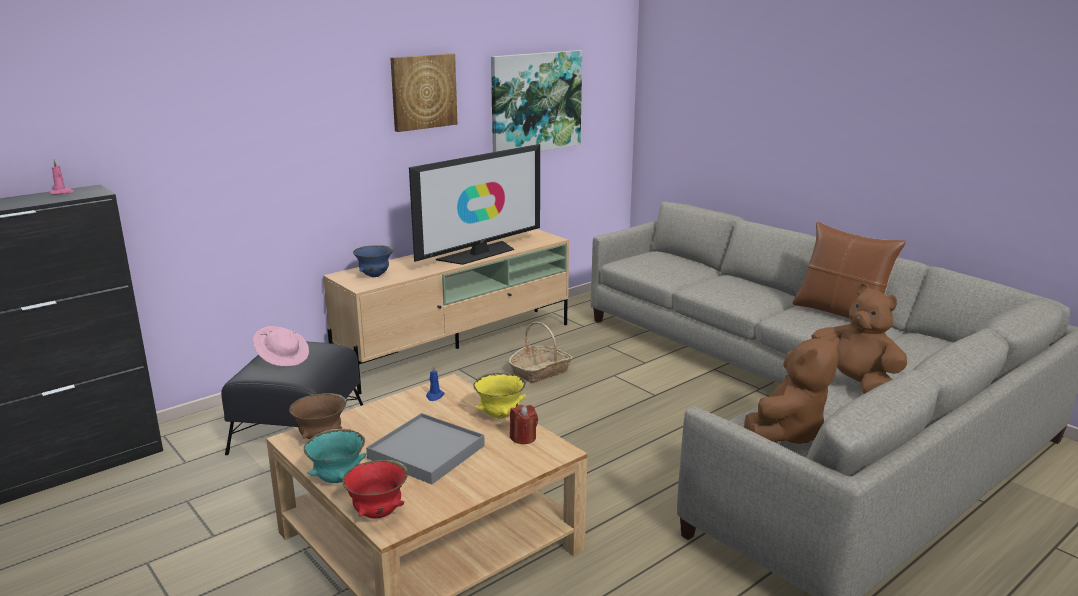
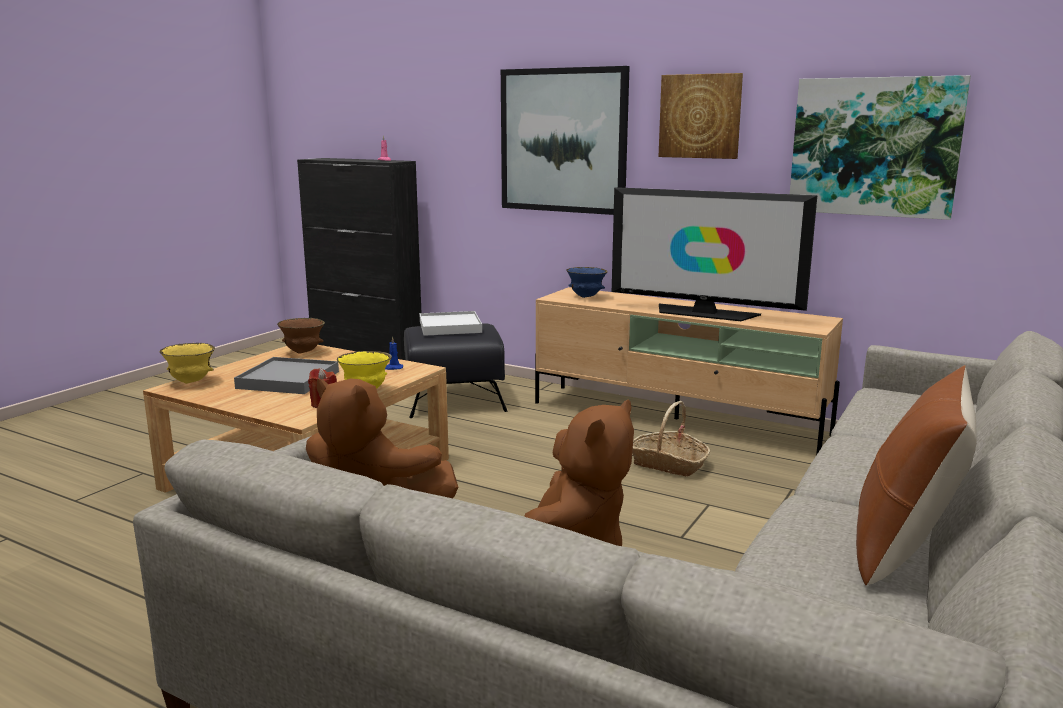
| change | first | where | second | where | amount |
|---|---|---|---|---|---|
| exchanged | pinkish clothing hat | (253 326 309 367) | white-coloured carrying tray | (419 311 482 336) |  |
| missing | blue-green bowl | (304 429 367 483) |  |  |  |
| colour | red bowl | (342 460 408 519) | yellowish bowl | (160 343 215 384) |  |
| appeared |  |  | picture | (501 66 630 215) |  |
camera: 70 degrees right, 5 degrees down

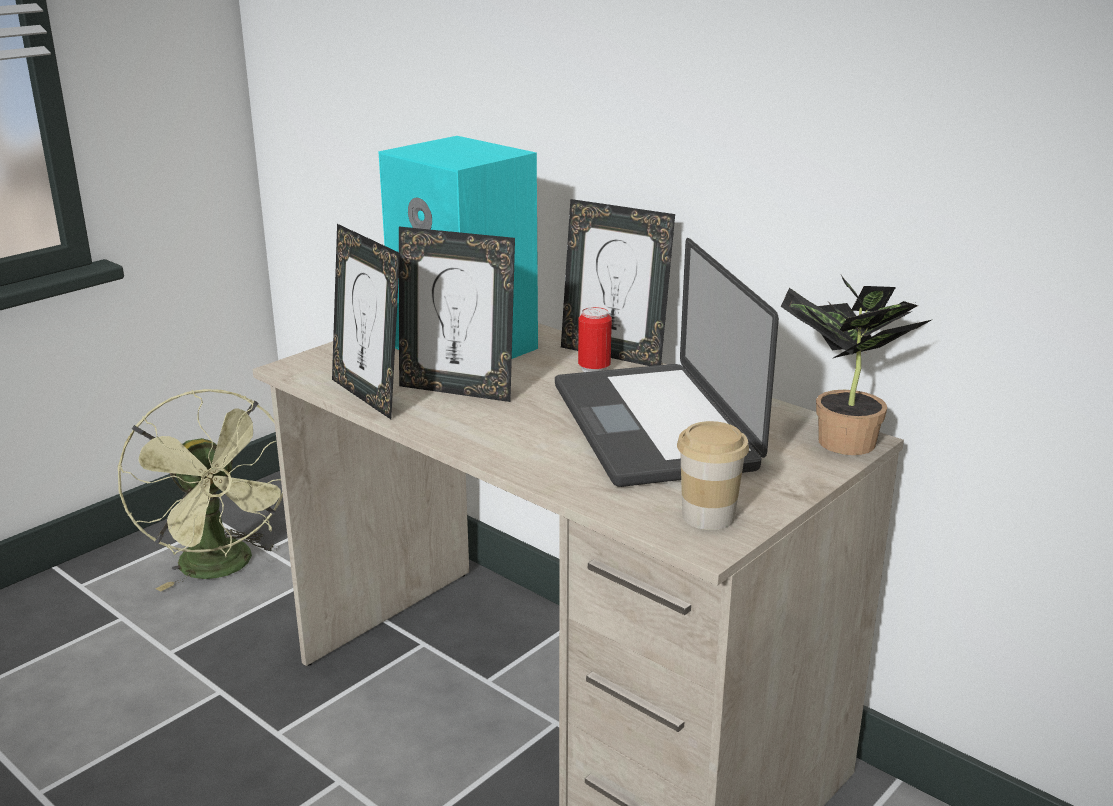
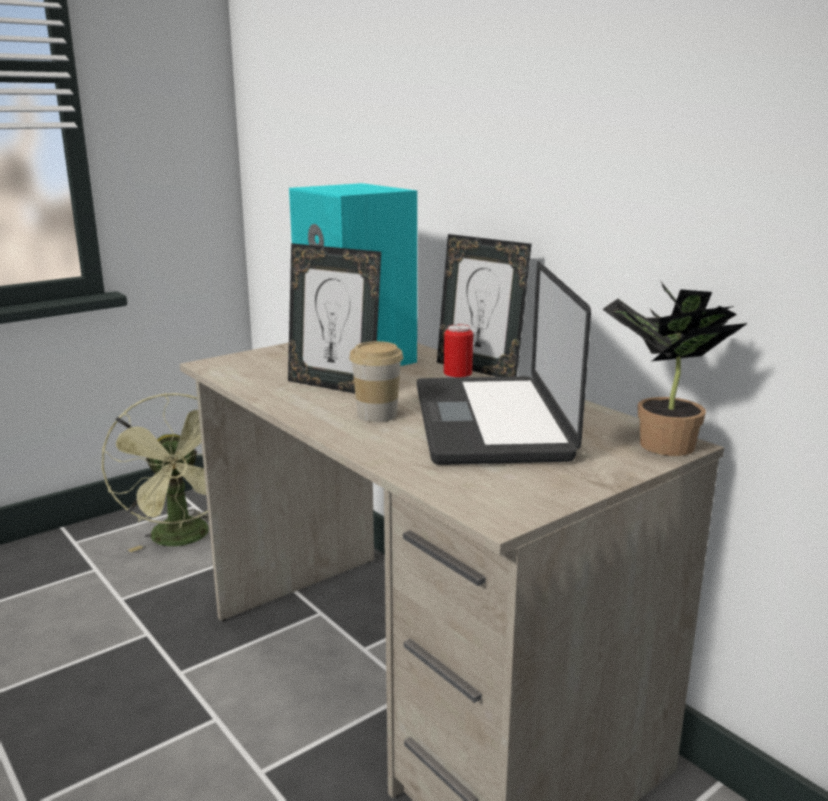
| change | first | where | second | where | amount |
|---|---|---|---|---|---|
| missing | standing frame | (332 224 400 419) |  |  |  |
| relocated | cup | (677 421 749 530) |  | (349 341 403 422) |  |
camera: 10 degrees right, 5 degrees down

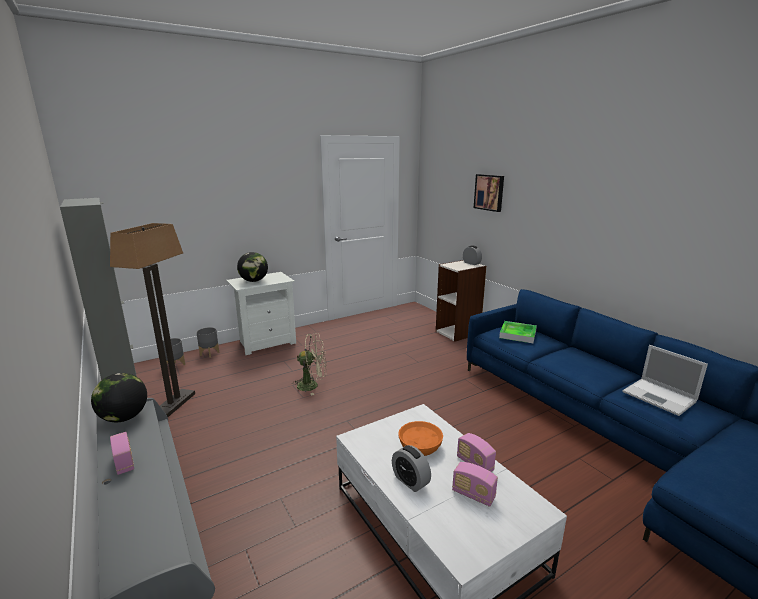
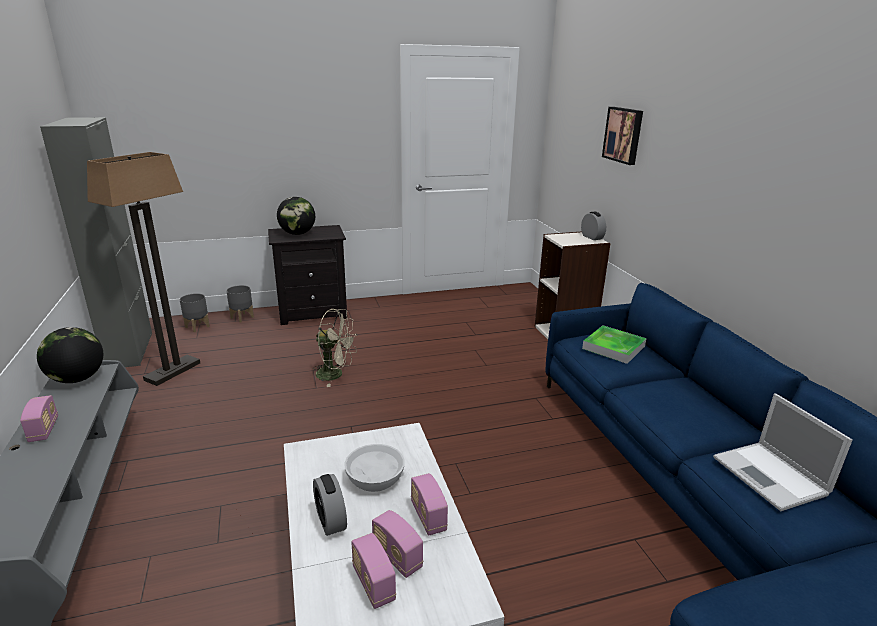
| change | first | where | second | where | amount |
|---|---|---|---|---|---|
| colour | white-coloured night table | (226 272 296 355) | black-coloured night table | (268 225 347 325) |  |
| colour | orangey bowl | (398 421 443 456) | white-coloured bowl | (344 444 405 492) |  |
| appeared |  |  | radio set | (351 533 396 609) |  |
camera: 15 degrees right, 5 degrees up

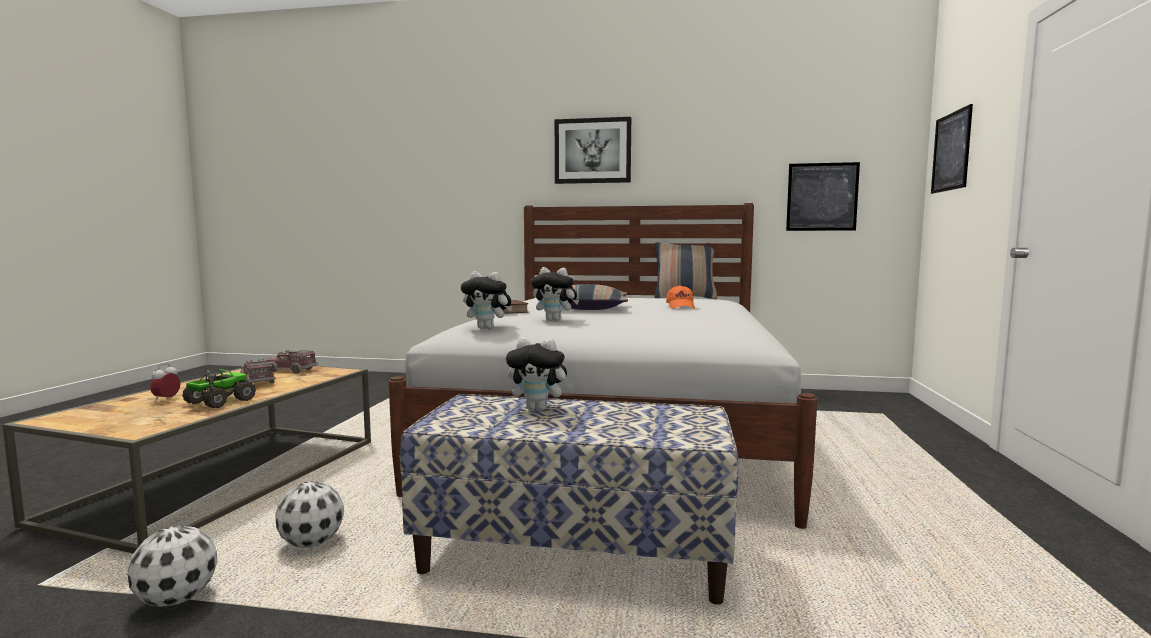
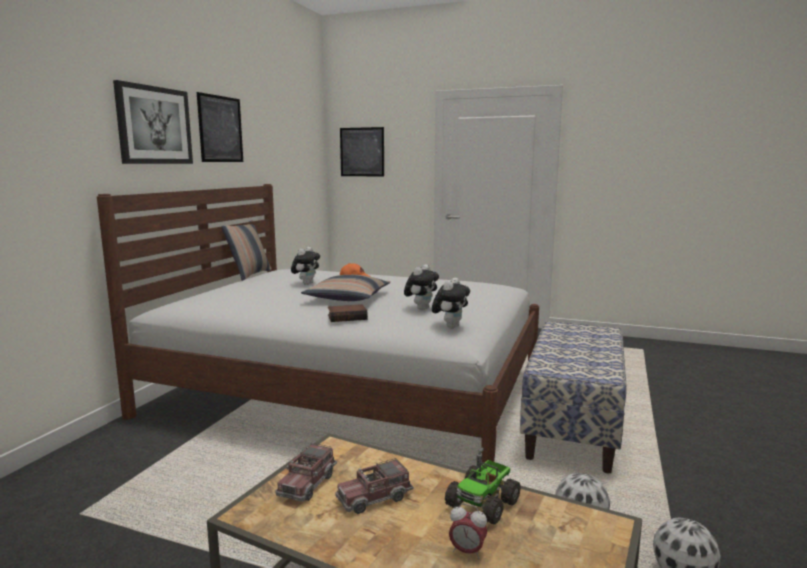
| change | first | where | second | where | amount |
|---|---|---|---|---|---|
| relocated | picture | (786 162 860 231) |  | (197 92 243 162) |  |
| relocated | cuddly toy | (506 337 573 411) |  | (291 247 320 285) |  |
| spun | toy truck | (182 369 256 408) |  | (445 448 521 525) | 90 degrees counterclockwise |
camera: 80 degrees left, 5 degrees up

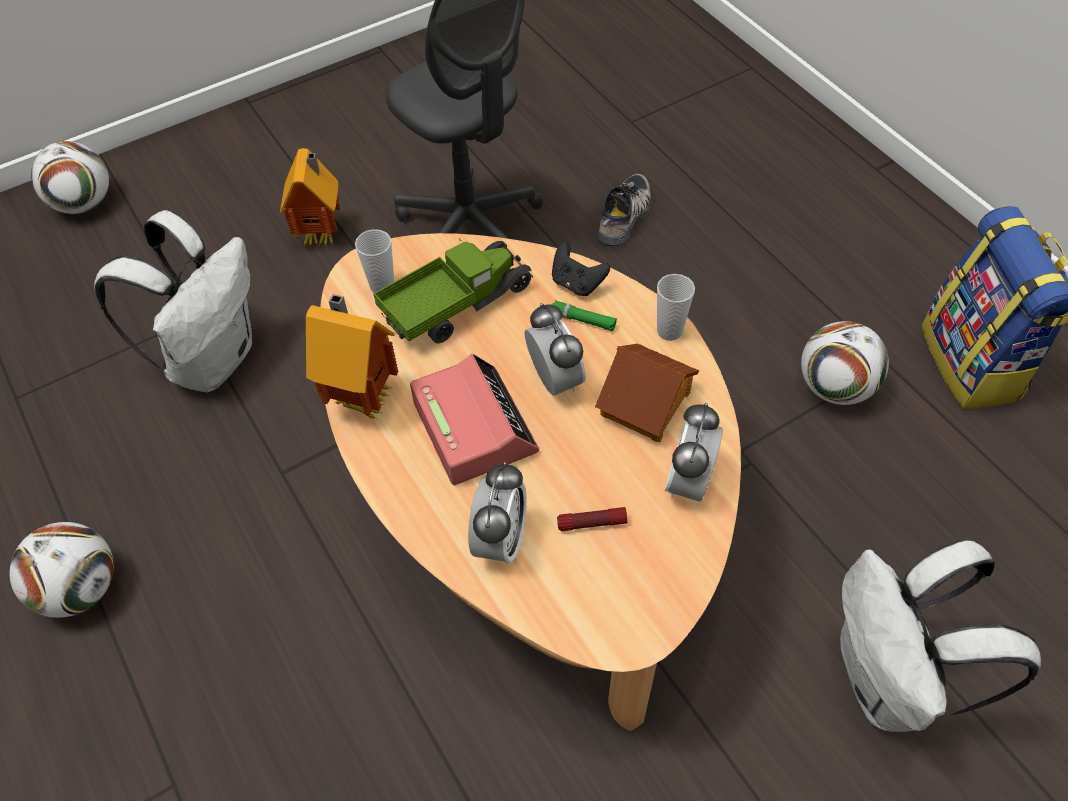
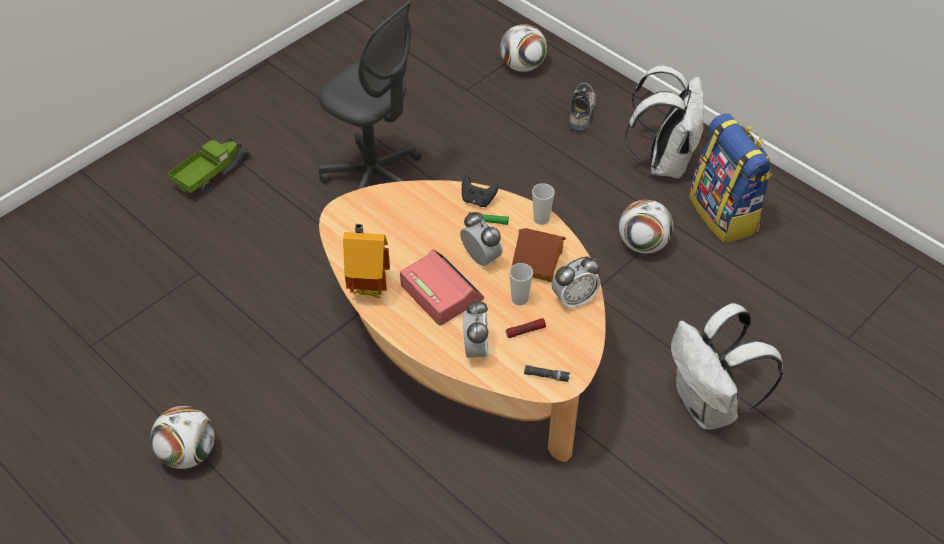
| change | first | where | second | where | amount |
|---|---|---|---|---|---|
| relocated | football ball | (31 141 109 214) |  | (500 24 547 72) |  |
| missing | toy house | (280 148 340 245) |  |  |  |
| relocated | low shoe | (597 174 651 246) |  | (568 83 596 132) |  |
| relocated | white-coloured backpack | (94 210 252 392) |  | (625 65 704 179) |  |
| relocated | cup | (355 229 394 293) |  | (509 263 533 306) |  |
| relocated | toy truck | (373 238 533 343) |  | (168 138 251 194) |  |
| spun | table clock | (665 403 723 502) |  | (552 257 600 310) | 120 degrees counterclockwise |
| appeared |  |  | black-coloured torch | (524 365 570 382) |  |
camera: 15 degrees left, 5 degrees down

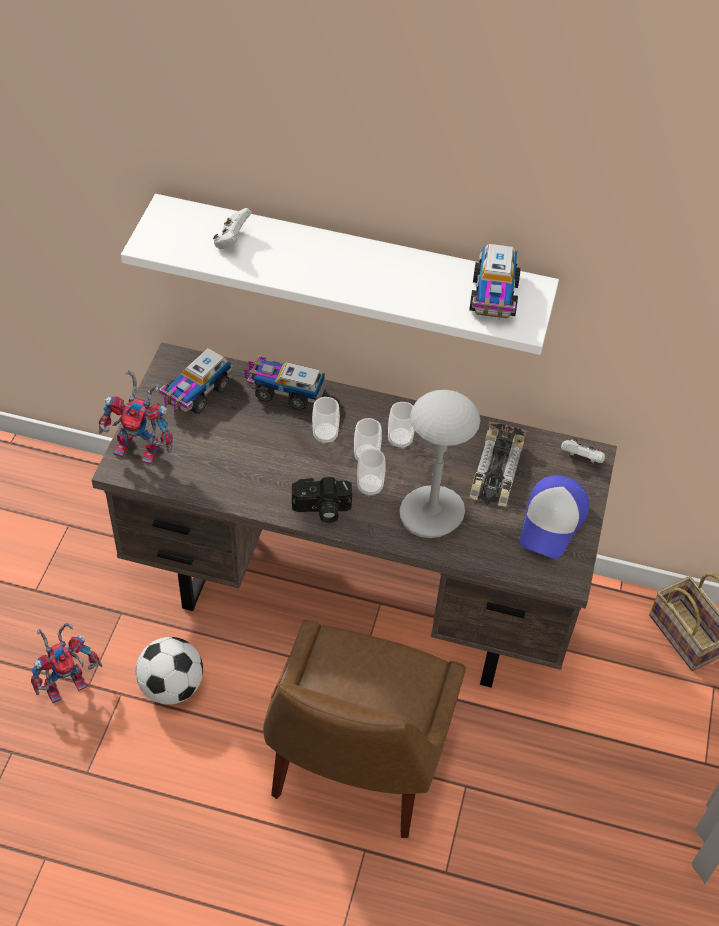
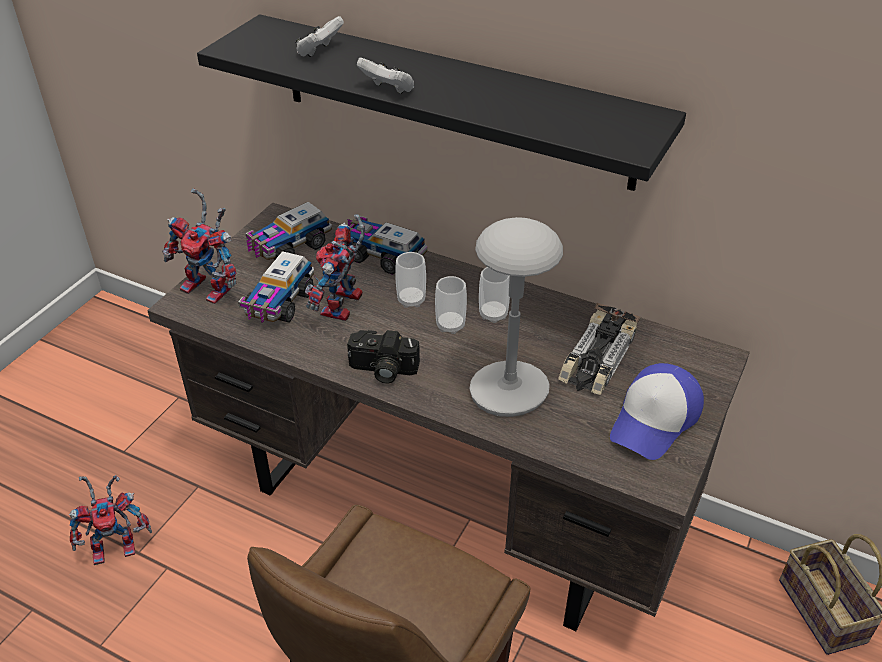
| change | first | where | second | where | amount |
|---|---|---|---|---|---|
| colour | white-coloured shelf | (121 194 559 355) | black-coloured shelf | (197 14 686 191) |  |
| relocated | toy truck | (469 244 521 318) |  | (238 251 314 323) |  |
| relocated | white-coloured game controller | (561 438 605 463) |  | (356 57 414 94) |  |
| missing | cup | (357 449 386 496) |  |  |  |
| missing | football ball | (136 637 203 705) |  |  |  |
| appeared |  |  | robot figure | (305 215 365 321) |  |
camera: 15 degrees right, 10 degrees down

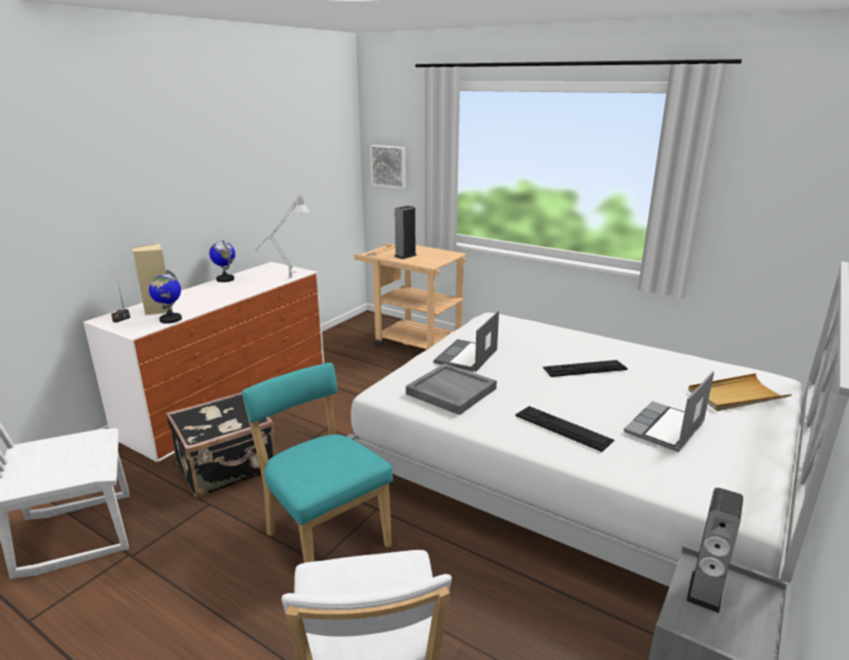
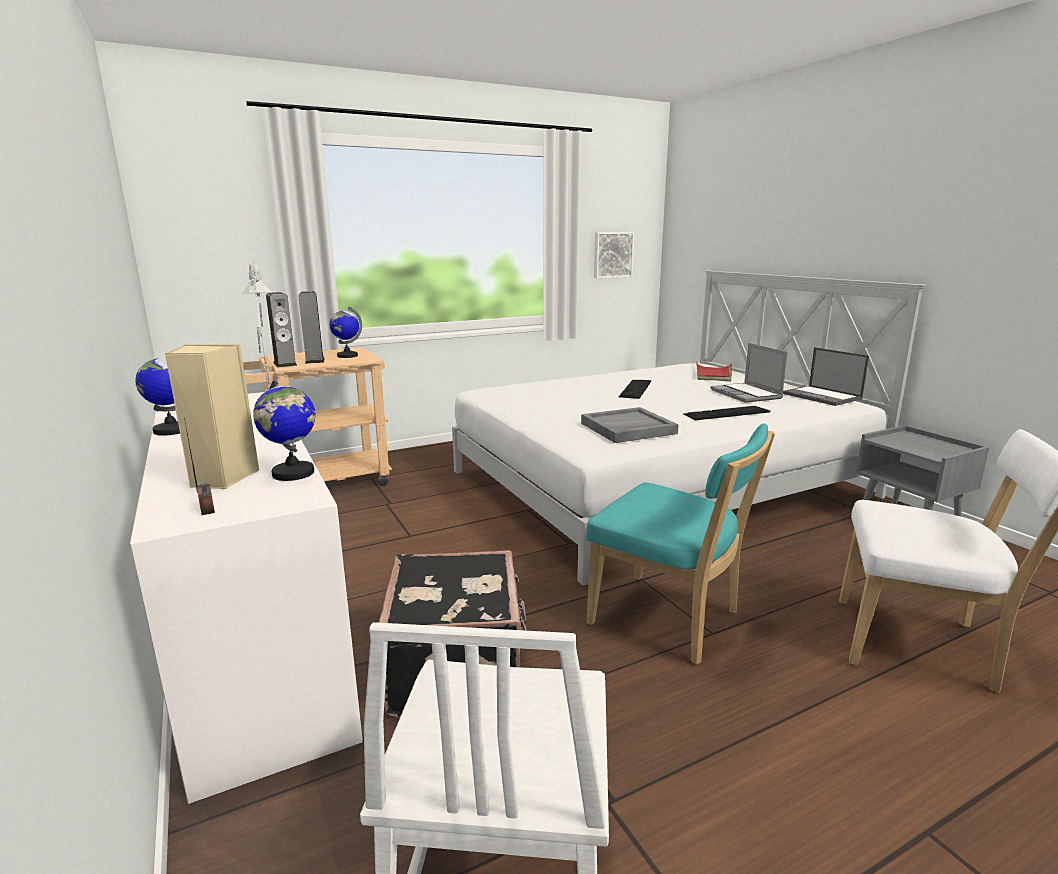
| change | first | where | second | where | amount |
|---|---|---|---|---|---|
| relocated | picture | (370 145 406 189) |  | (594 232 634 278) |  |
| relocated | laptop | (434 311 499 372) |  | (783 347 869 406) |  |
| spun | blue-green chair | (242 363 393 563) |  | (586 423 775 665) | 135 degrees counterclockwise |
| colour | sand-coloured carrying tray | (688 373 792 411) | red carrying tray | (696 361 732 381) |  |
| relocated | speaker | (687 488 743 613) |  | (266 292 297 367) |  |
| appeared |  |  | globe | (329 307 362 358) |  |
camera: 60 degrees left, 5 degrees down

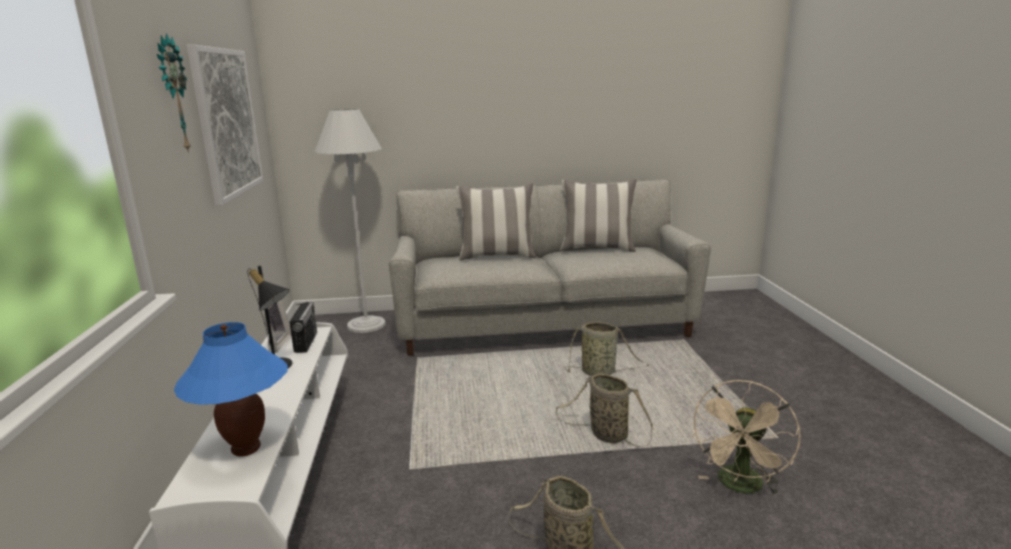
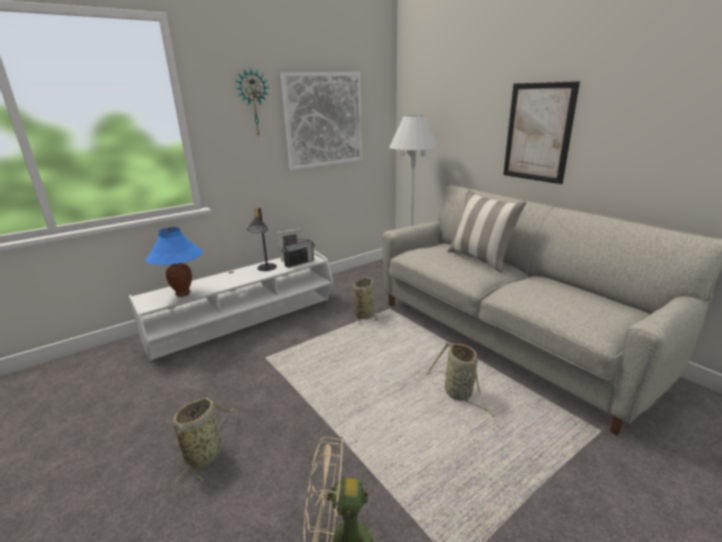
| change | first | where | second | where | amount |
|---|---|---|---|---|---|
| missing | pillow | (560 179 637 252) |  |  |  |
| relocated | storage basket | (556 374 653 447) |  | (353 278 379 324) |  |
| appeared |  |  | picture | (503 81 580 184) |  |
camera: 60 degrees right, 5 degrees up

